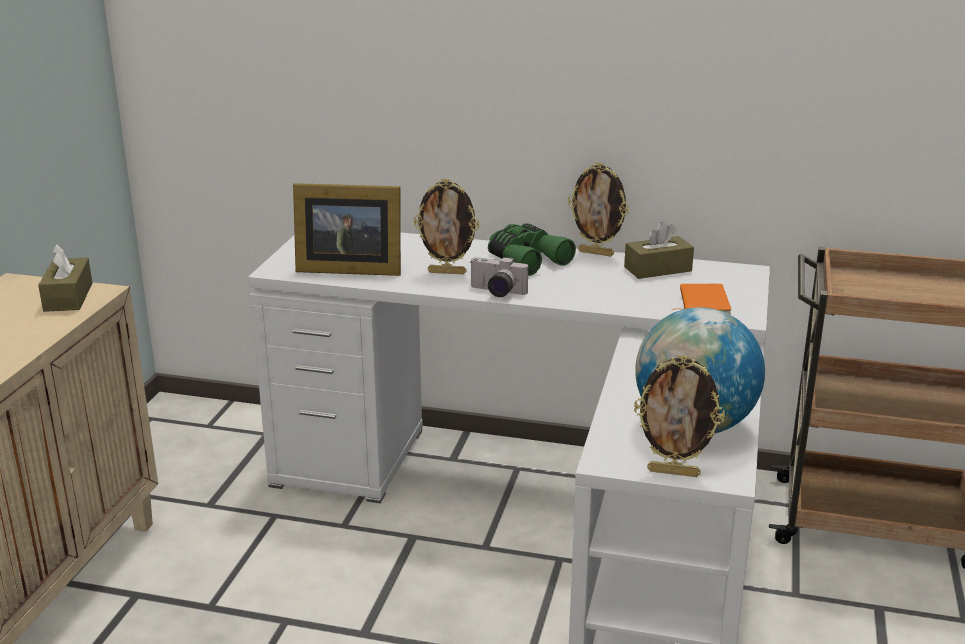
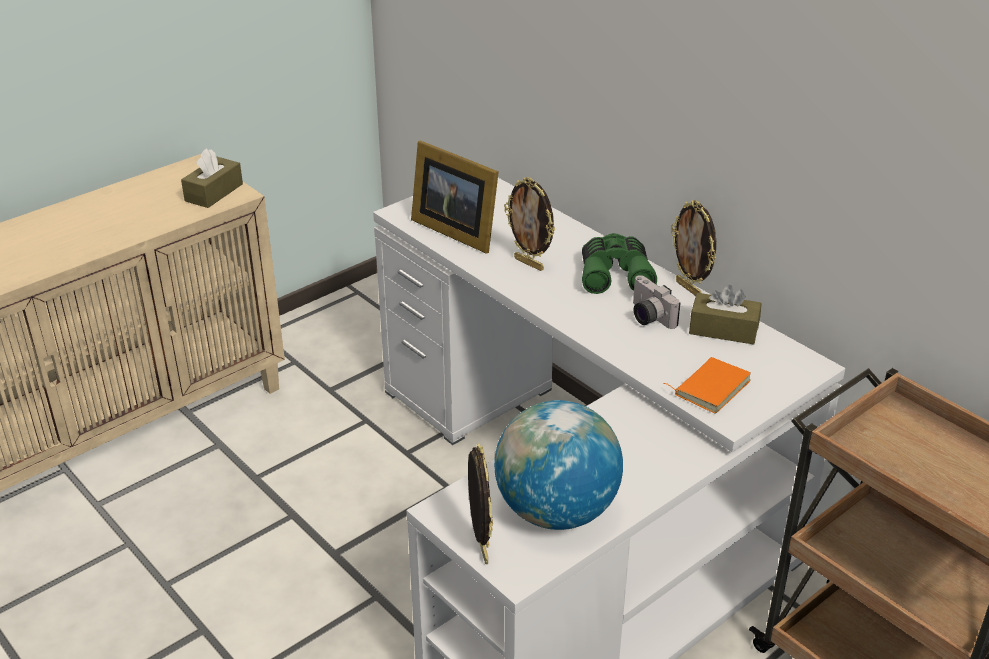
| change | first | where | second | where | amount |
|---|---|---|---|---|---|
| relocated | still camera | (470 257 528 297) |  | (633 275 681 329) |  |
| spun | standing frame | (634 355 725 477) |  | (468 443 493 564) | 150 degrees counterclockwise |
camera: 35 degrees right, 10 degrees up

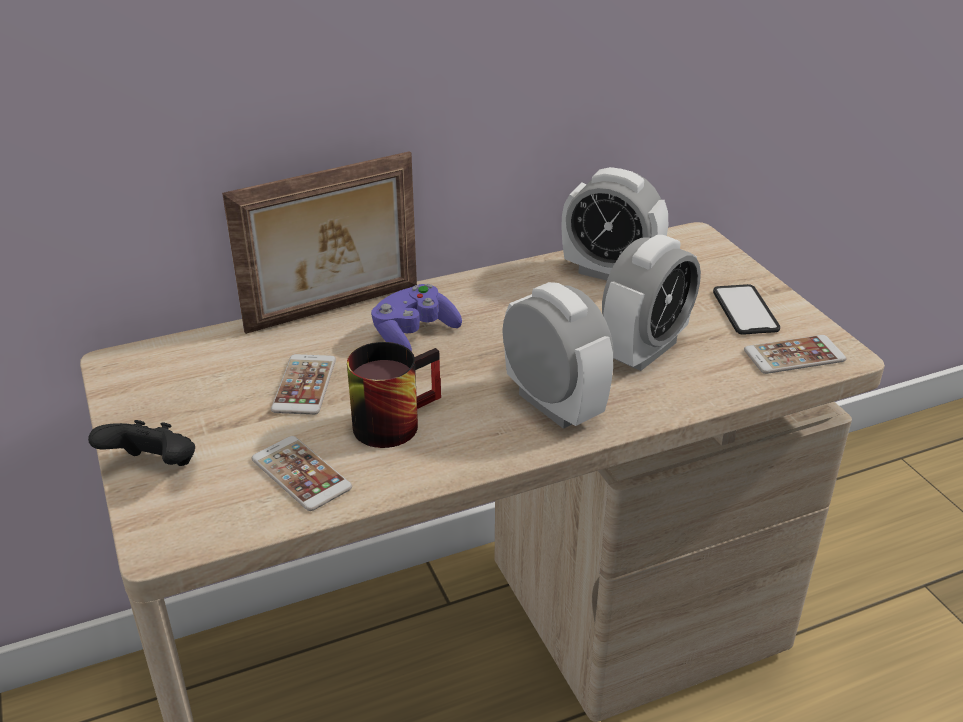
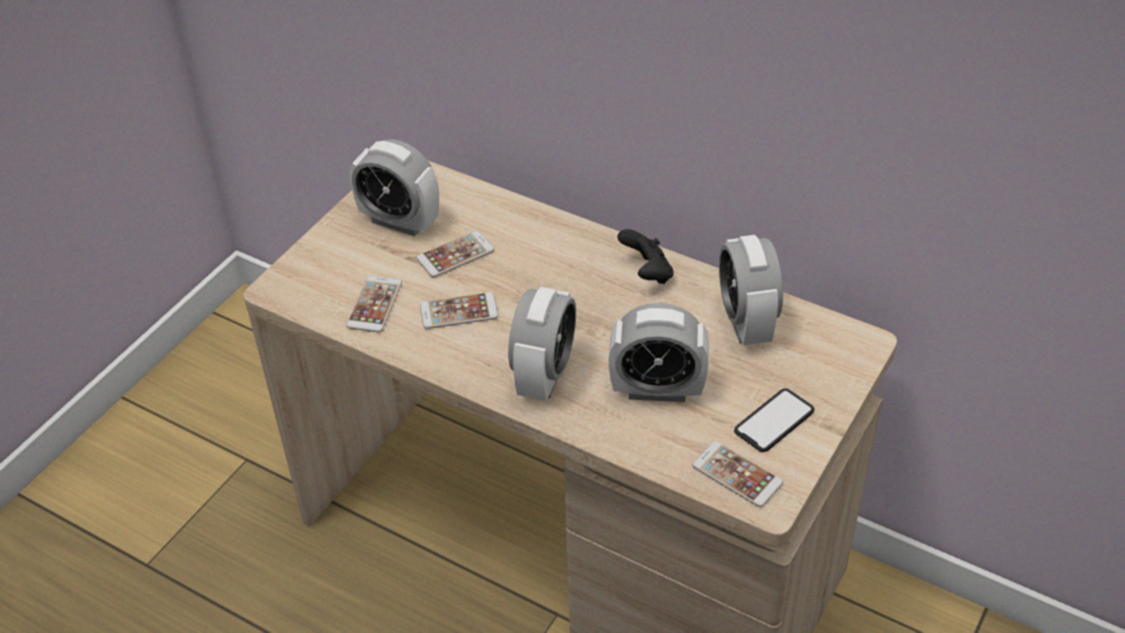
| change | first | where | second | where | amount |
|---|---|---|---|---|---|
| missing | standing frame | (222 151 417 334) |  |  |  |
| missing | purple-coloured game controller | (371 284 462 351) |  |  |  |
| exchanged | mug | (347 342 441 448) | telephone | (420 292 499 329) |  |
| relocated | black-coloured game controller | (88 420 195 466) |  | (617 229 674 284) |  |
| appeared |  |  | table clock | (350 139 439 236) |  |
camera: 55 degrees right, 10 degrees up

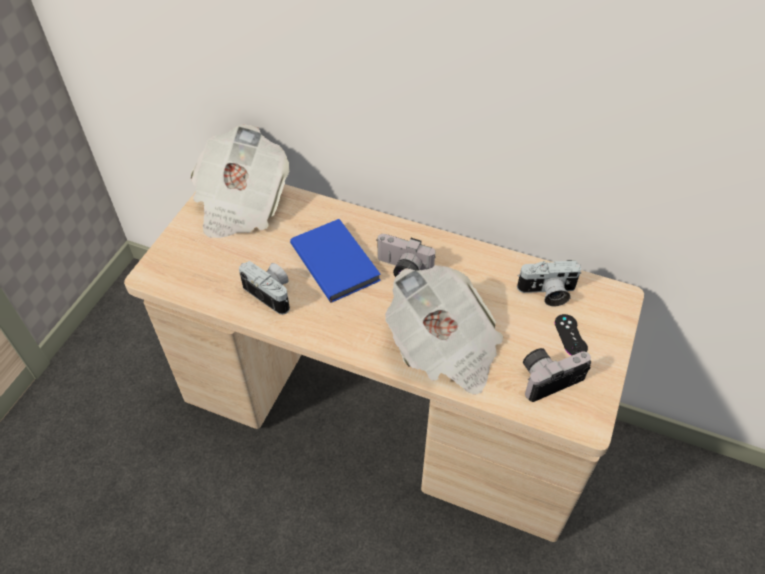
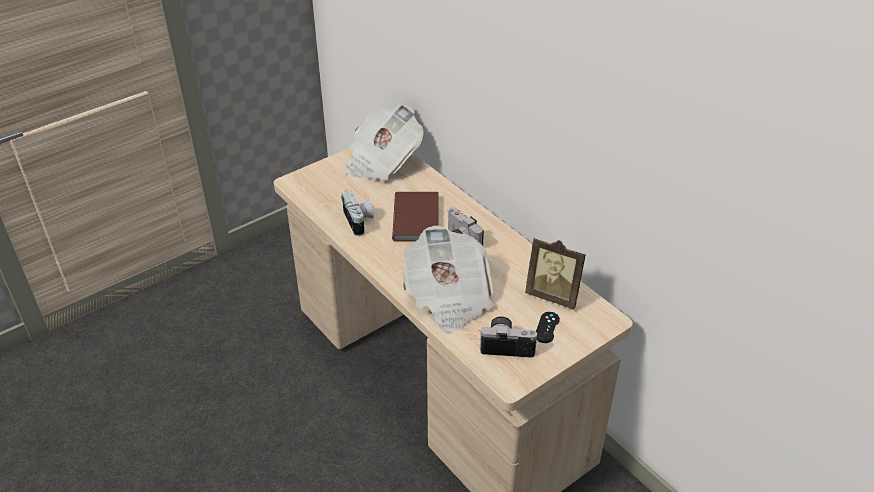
| change | first | where | second | where | amount |
|---|---|---|---|---|---|
| colour | blue book | (290 219 381 303) | brown book | (392 192 439 242) |  |
| exchanged | still camera | (517 260 581 307) | standing frame | (525 237 586 309) |  |
camera: 30 degrees right, 10 degrees down

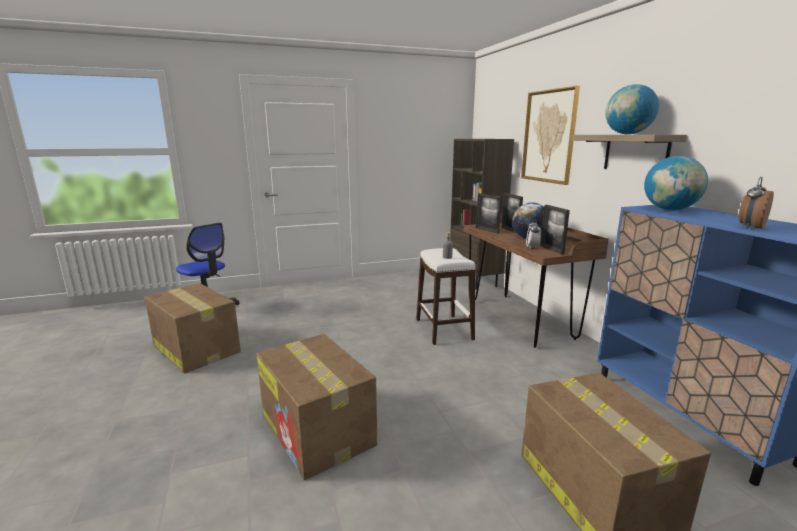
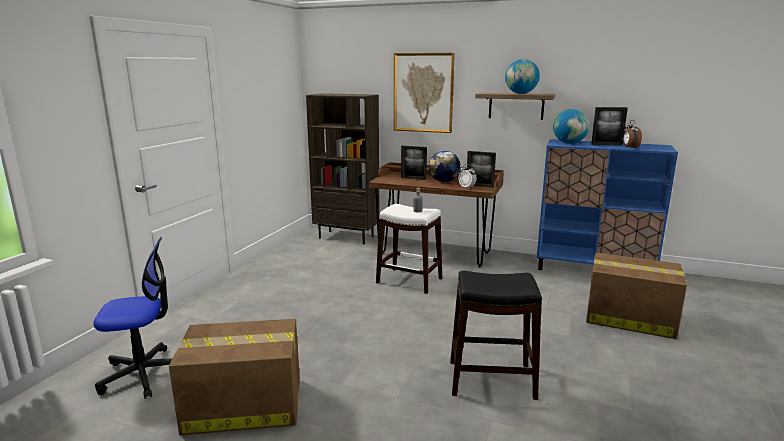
| change | first | where | second | where | amount |
|---|---|---|---|---|---|
| relocated | standing frame | (476 193 502 233) |  | (591 107 628 145) |  |
| exchanged | cardboard box | (257 334 377 480) | black-coloured sitting stool | (450 271 542 400) |  |
camera: 50 degrees left, 0 degrees up

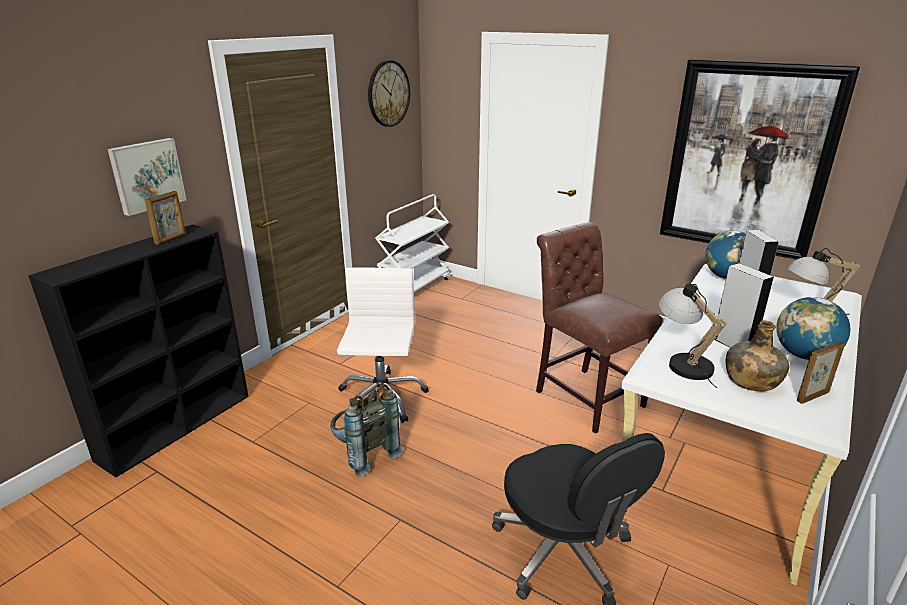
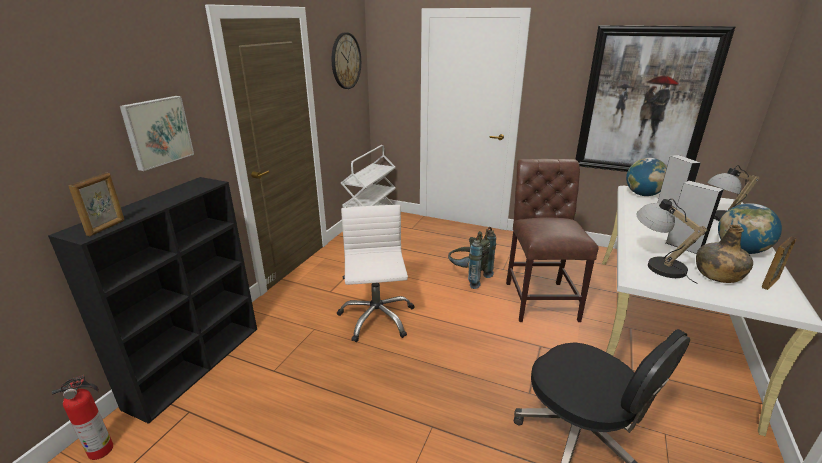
| change | first | where | second | where | amount |
|---|---|---|---|---|---|
| relocated | standing frame | (145 191 186 245) |  | (69 173 125 236) |  |
| spun | brown chair | (536 222 663 434) |  | (506 159 598 322) | 45 degrees clockwise |
| relocated | greyish backpack | (330 384 403 477) |  | (448 227 496 289) |  |
| appeared |  |  | fire extinguisher | (52 375 113 460) |  |
camera: 10 degrees left, 0 degrees up

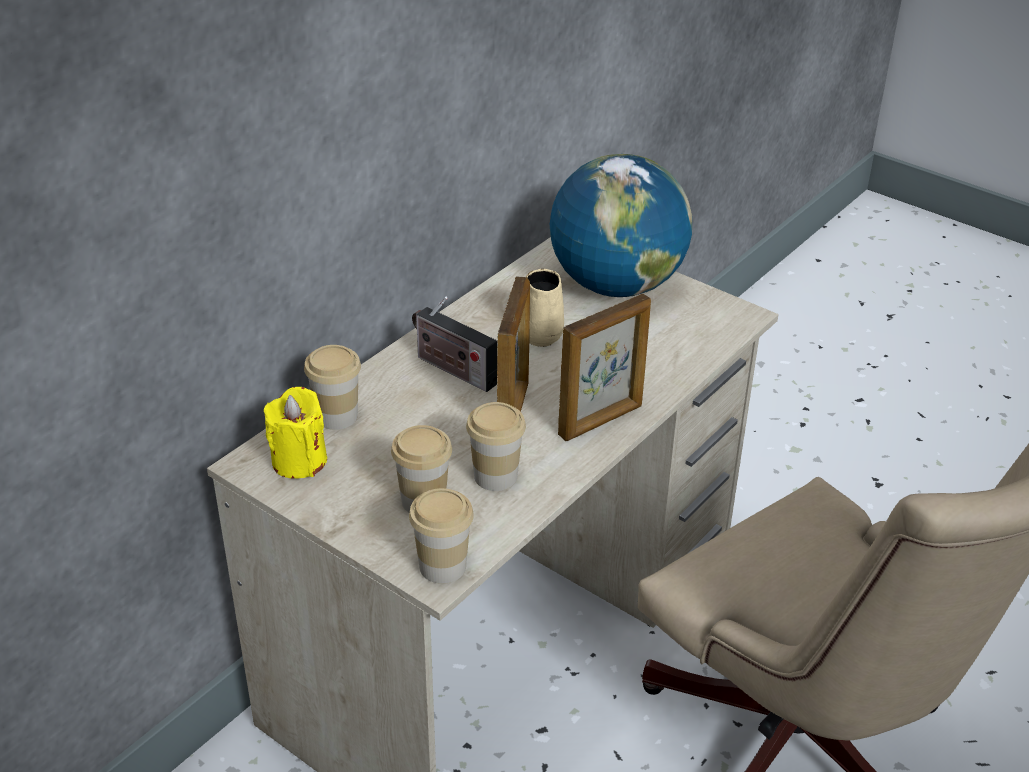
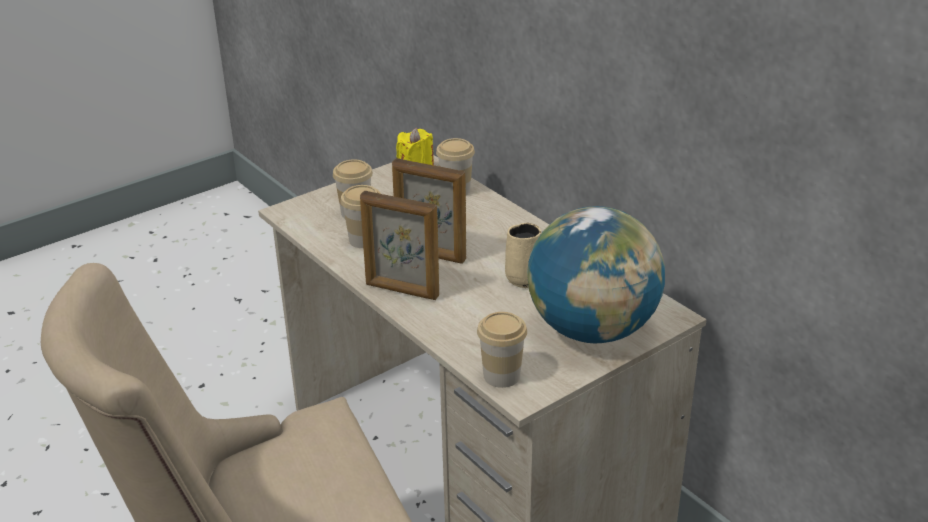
| change | first | where | second | where | amount |
|---|---|---|---|---|---|
| spun | standing frame | (558 294 651 441) |  | (360 191 439 300) | 45 degrees counterclockwise |
| missing | radio set | (412 297 497 392) |  |  |  |
| relocated | cup | (409 488 474 584) |  | (477 312 527 388) |  |
camera: 105 degrees right, 5 degrees down

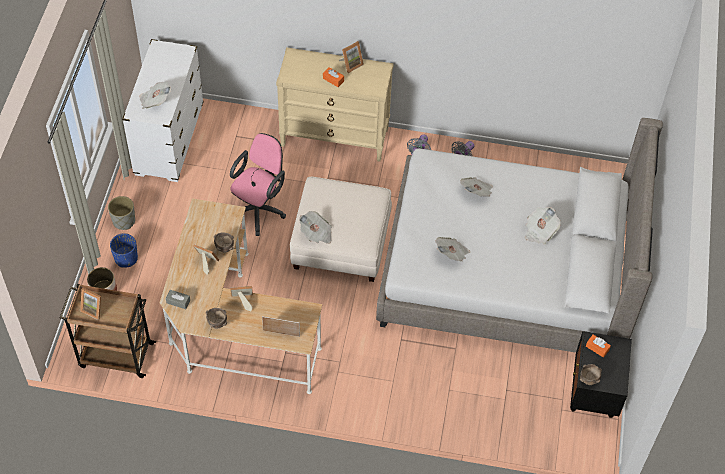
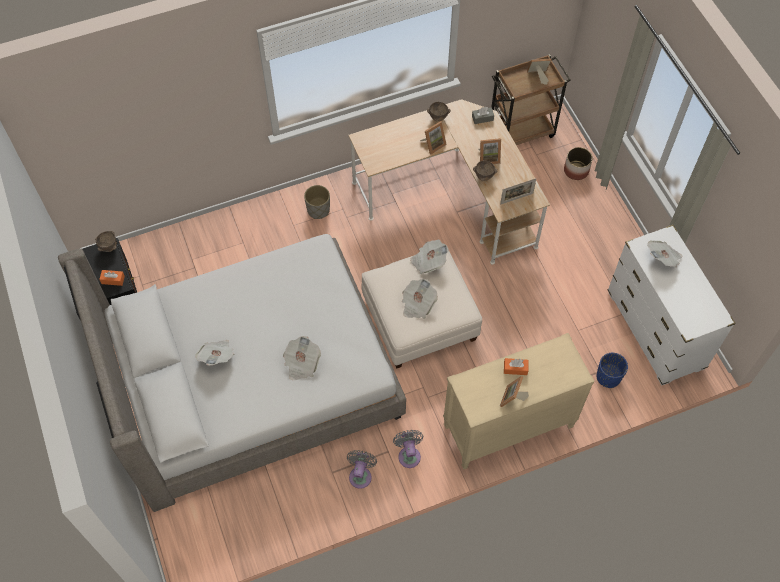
| change | first | where | second | where | amount |
|---|---|---|---|---|---|
| missing | pinkish computer chair | (230 133 286 236) |  |  |  |
| relocated | greyish plant pot | (108 196 135 230) |  | (304 185 330 219) |  |
| relocated | blue plant pot | (110 233 138 268) |  | (597 353 628 388) |  |
| relocated | newspaper | (435 237 470 262) |  | (402 279 438 319) |  |
| relocated | standing frame | (262 316 300 337) |  | (500 178 536 205) |  |
camera: 150 degrees right, 5 degrees up

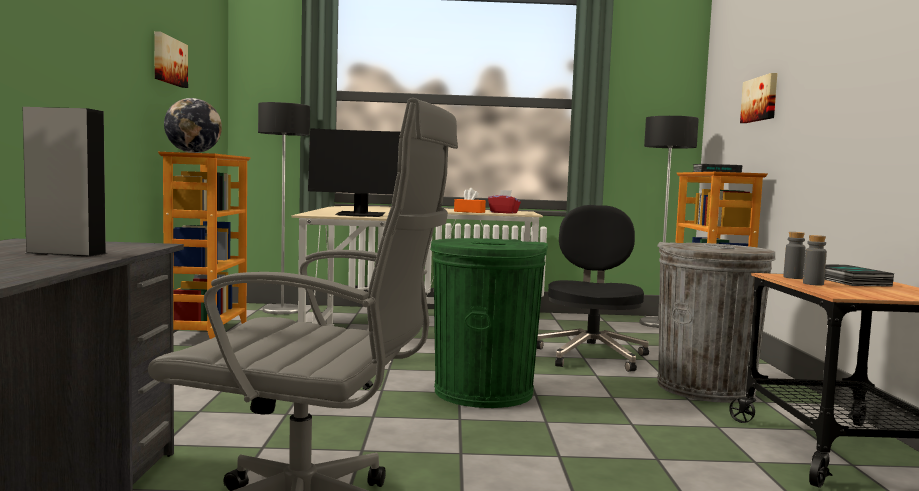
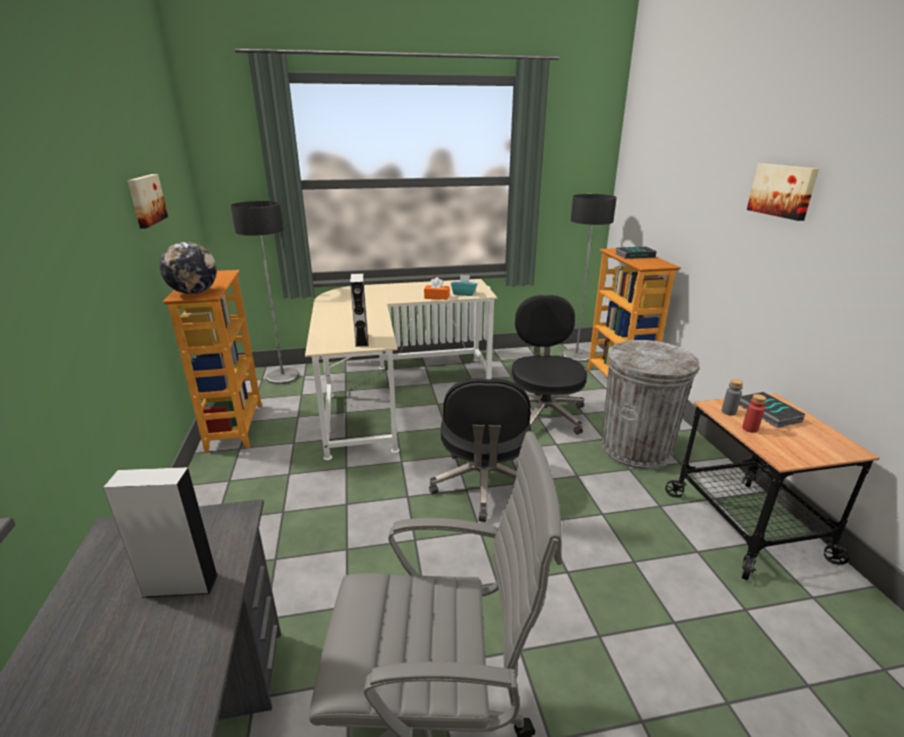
| change | first | where | second | where | amount |
|---|---|---|---|---|---|
| relocated | picture | (740 73 778 123) |  | (747 164 819 221) |  |
| exchanged | computer display | (308 128 400 217) | greyish speaker | (350 273 368 347) |  |
| colour | red box of tissues | (488 190 521 214) | blue-green box of tissues | (451 274 477 296) |  |
| colour | greyish bottle | (803 235 827 286) | red bottle | (742 394 766 433) |  |
| exchanged | greenish rubbish bin | (430 238 548 408) | black-coloured computer chair | (429 378 532 522) |  |
camera: 10 degrees left, 20 degrees up

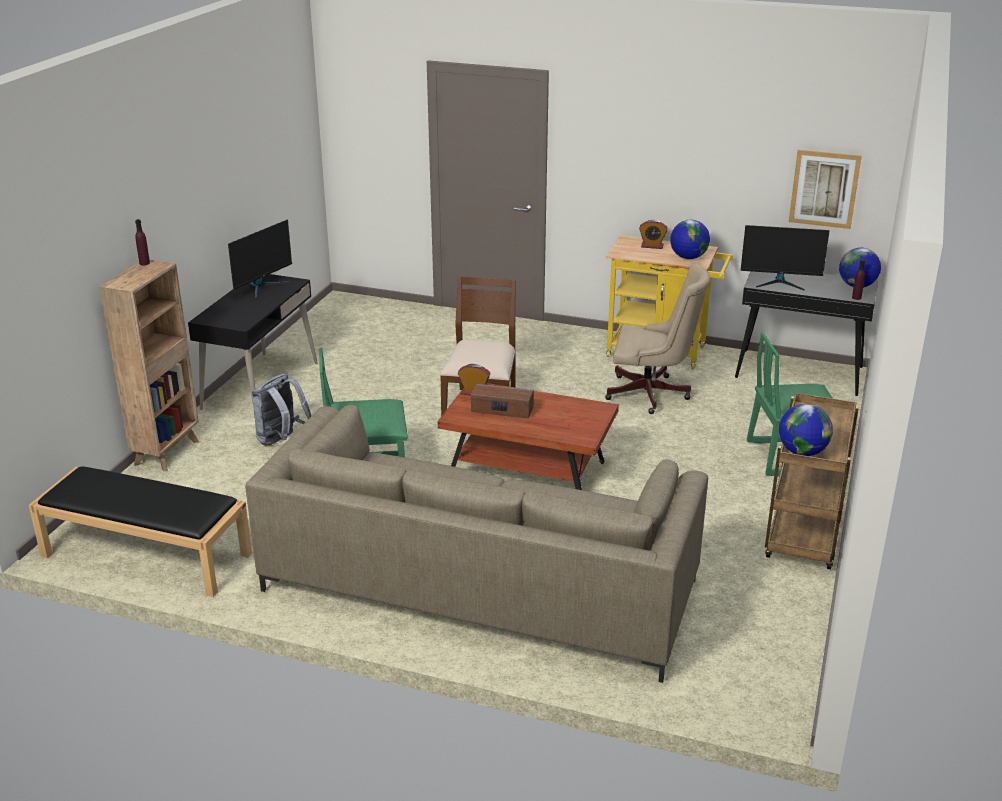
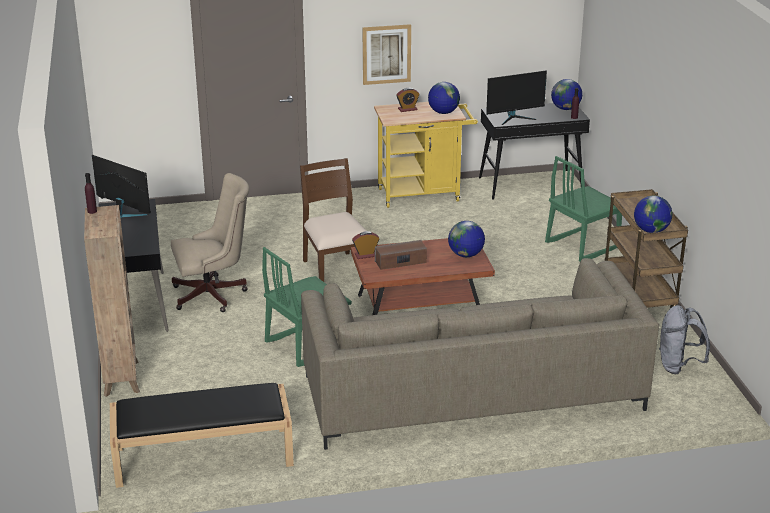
| change | first | where | second | where | amount |
|---|---|---|---|---|---|
| relocated | picture | (789 150 862 229) |  | (362 24 411 85) |  |
| spun | computer display | (228 220 292 298) |  | (92 155 151 218) | 60 degrees counterclockwise |
| relocated | sand-coloured computer chair | (605 263 710 414) |  | (171 173 249 312) |  |
| relocated | greyish backpack | (252 374 311 446) |  | (659 305 710 375) |  |
| appeared |  |  | globe | (448 221 485 257) |  |
camera: 30 degrees left, 0 degrees up

